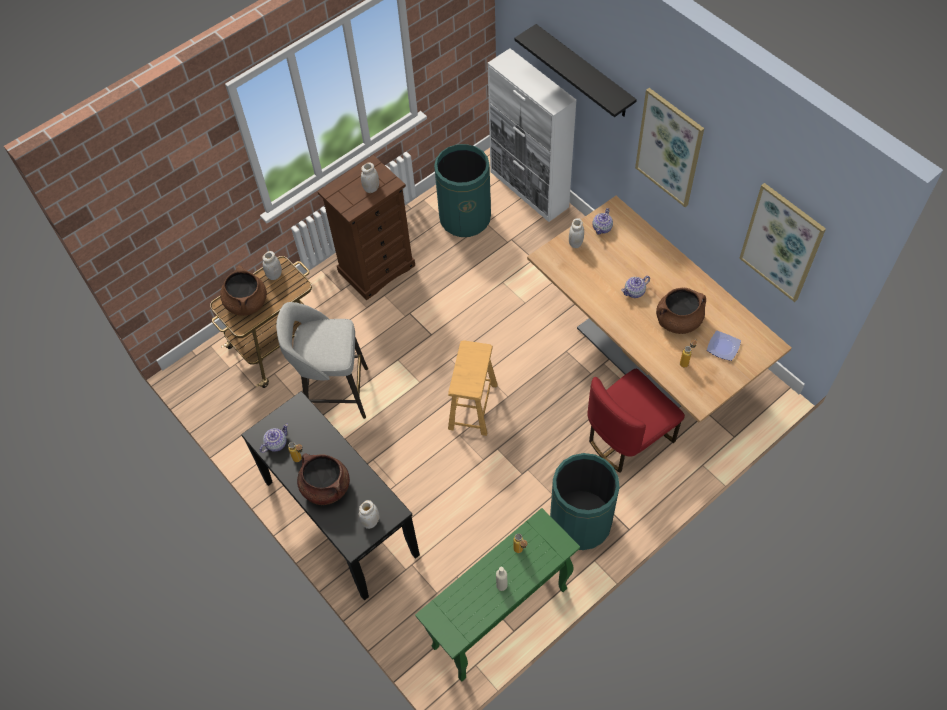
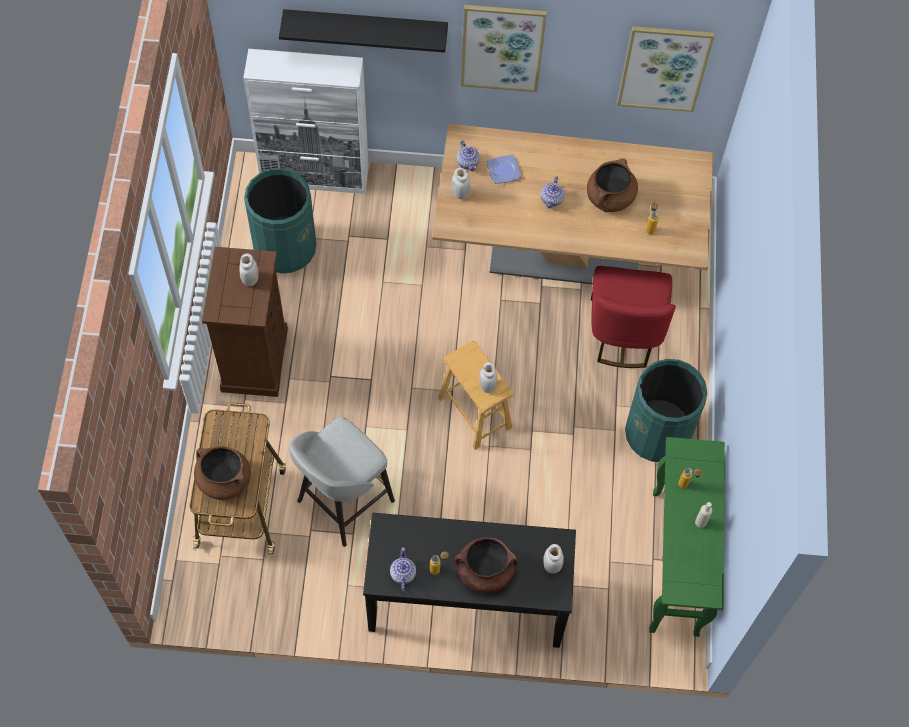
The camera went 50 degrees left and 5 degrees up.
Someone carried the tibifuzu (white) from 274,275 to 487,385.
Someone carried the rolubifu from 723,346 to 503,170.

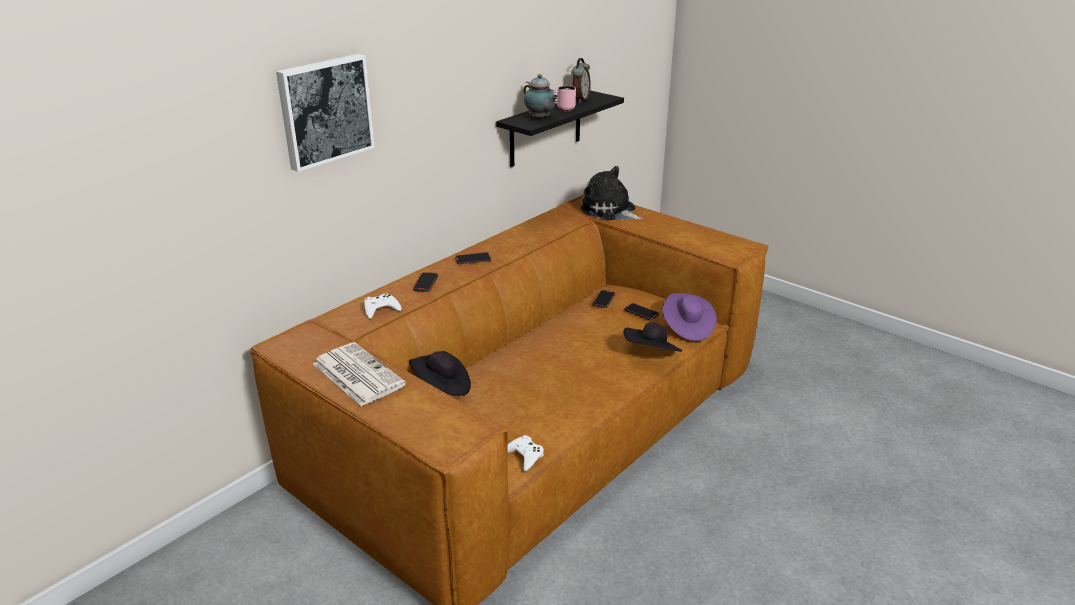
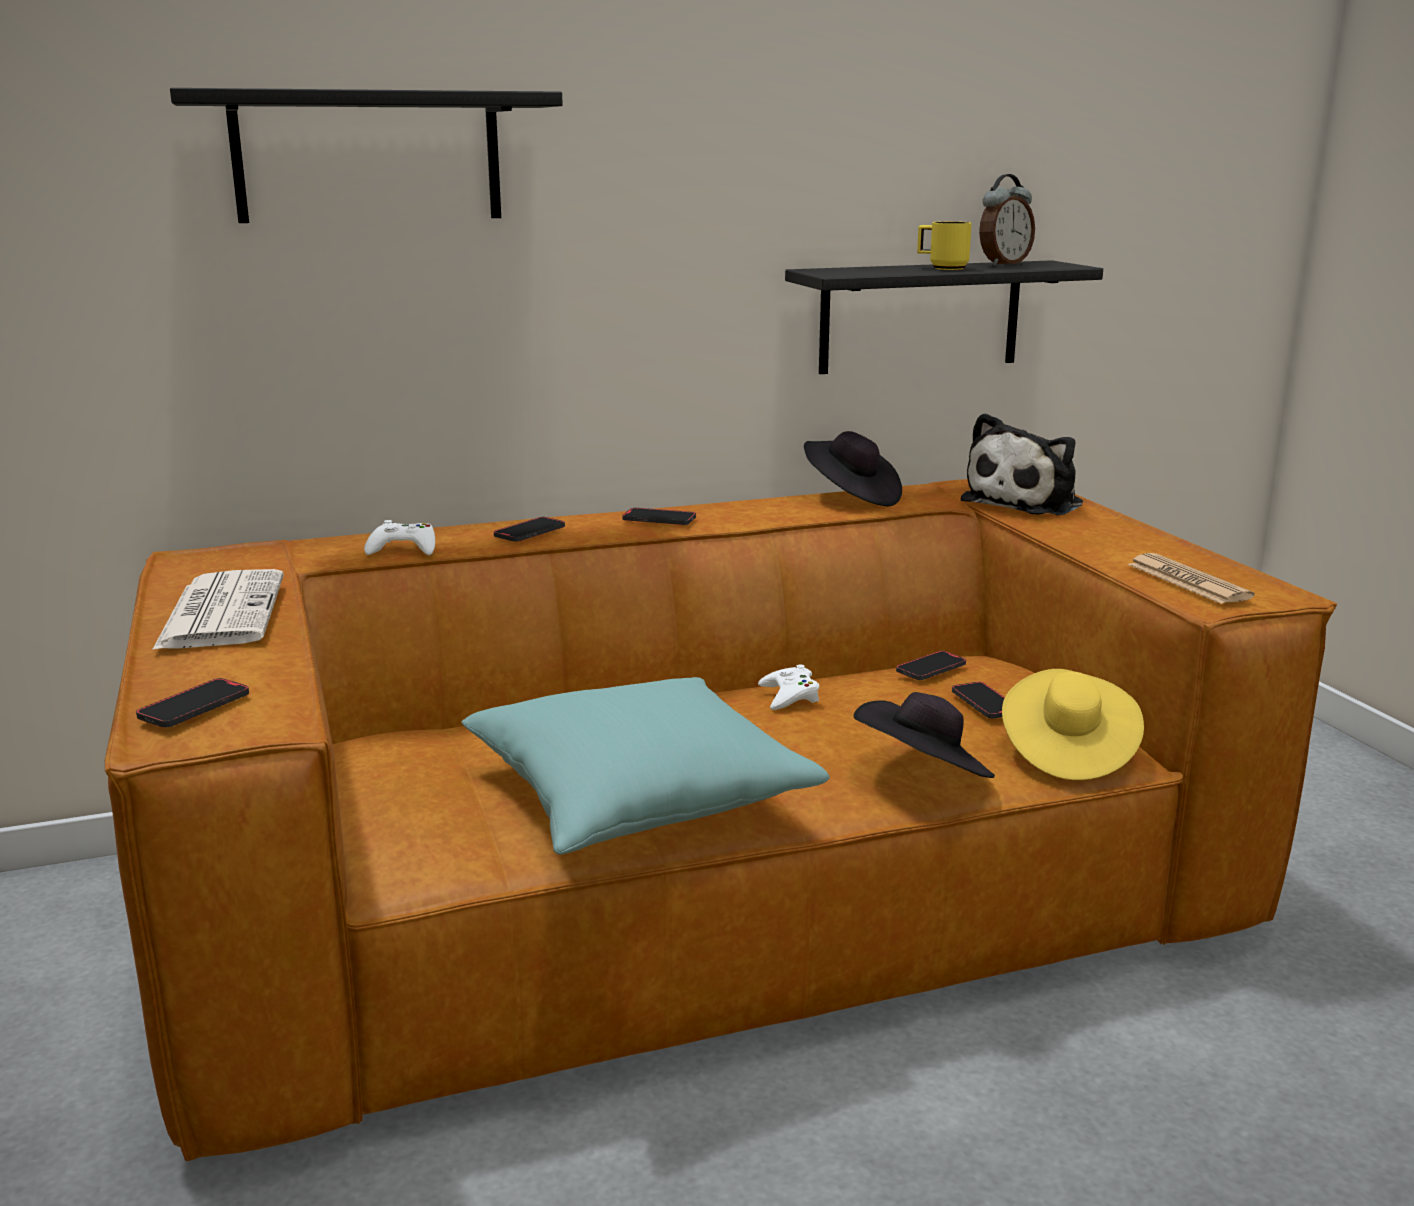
The camera went 30 degrees right and 10 degrees down.
Someone took away the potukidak at 540,119.
Someone put down the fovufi at 194,707.
Someone put down the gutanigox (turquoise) at 638,797.
Someone put down the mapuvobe at 1188,581.
Someone carried the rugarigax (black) from 442,386 to 851,497.
Someone carried the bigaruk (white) from 524,456 to 789,696.
Someone swapped the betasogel at 324,110 for the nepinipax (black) at 368,157.
Someone repainted the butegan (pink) at 563,109, which became the butegan (yellow) at 942,268.
Someone repainted the rugarigax (purple) at 687,328, which became the rugarigax (yellow) at 1066,752.
Someone rotated the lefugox at 610,211 by 120 degrees counterclockwise.

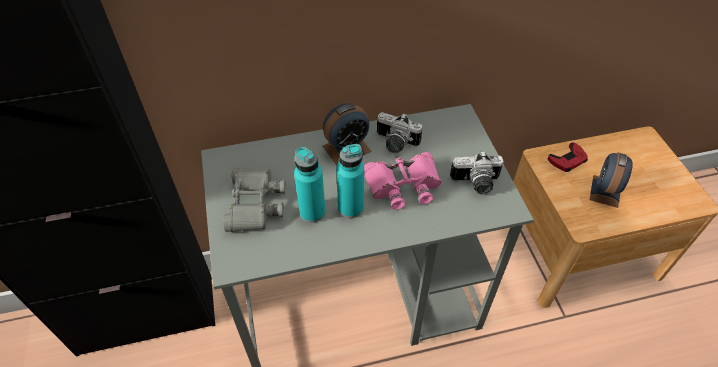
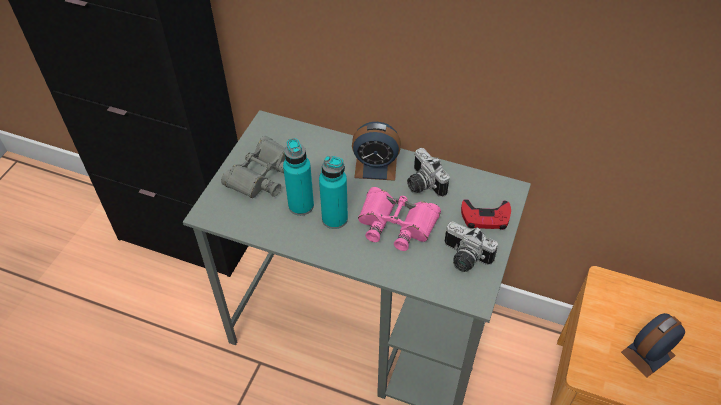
The camera went 35 degrees right and 0 degrees up.
Someone carried the bigaruk (red) from 567,160 to 485,217.

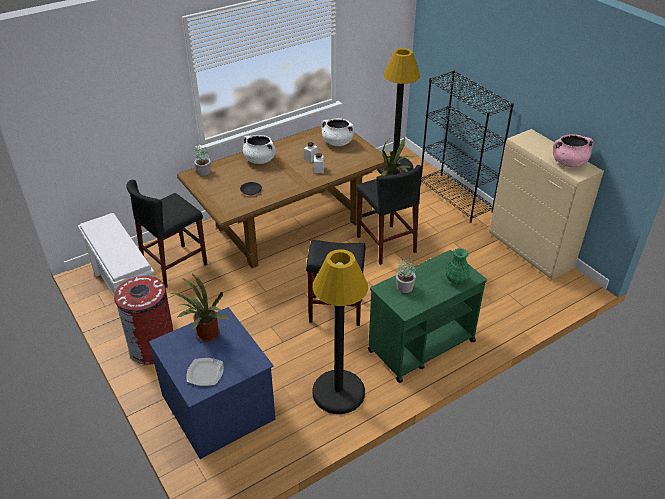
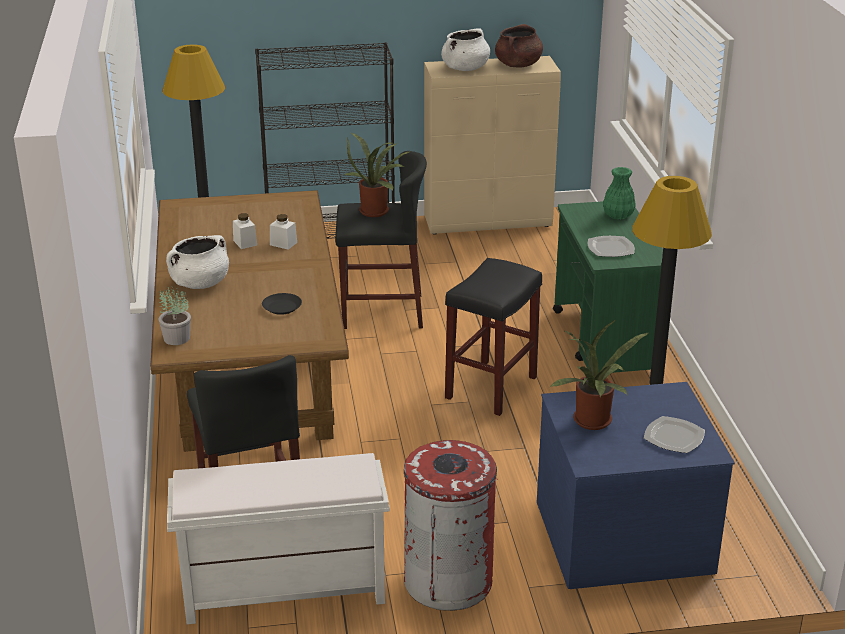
The camera went 65 degrees left and 10 degrees down.
Someone carried the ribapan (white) from 337,142 to 465,68.
Someone swapped the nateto at 404,287 for the rolubifu at 610,248.
Someone repainted the ribapan (pink) at 568,163, which became the ribapan (brown) at 518,65.

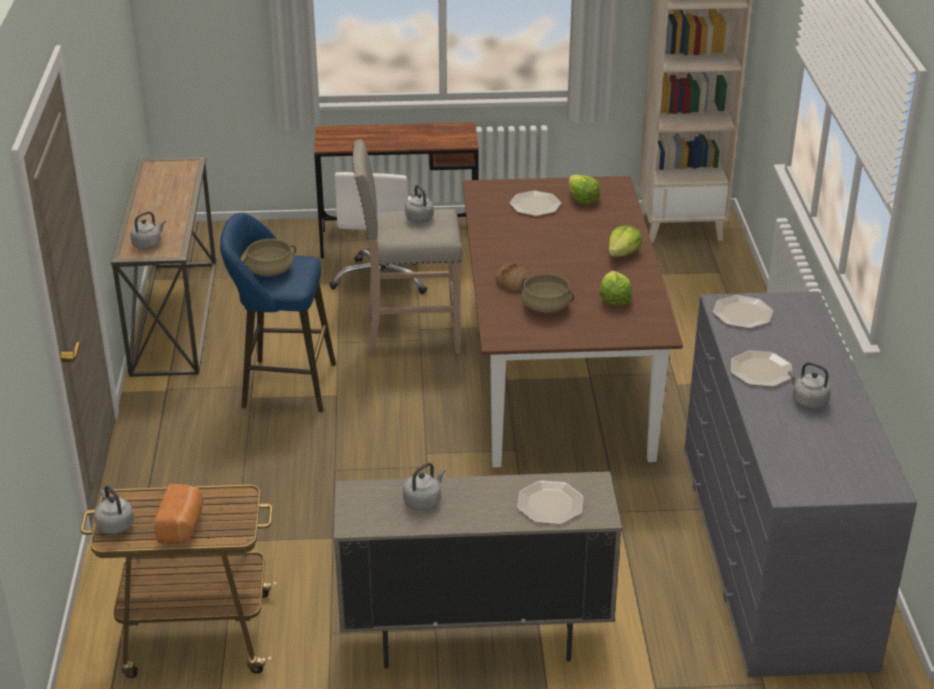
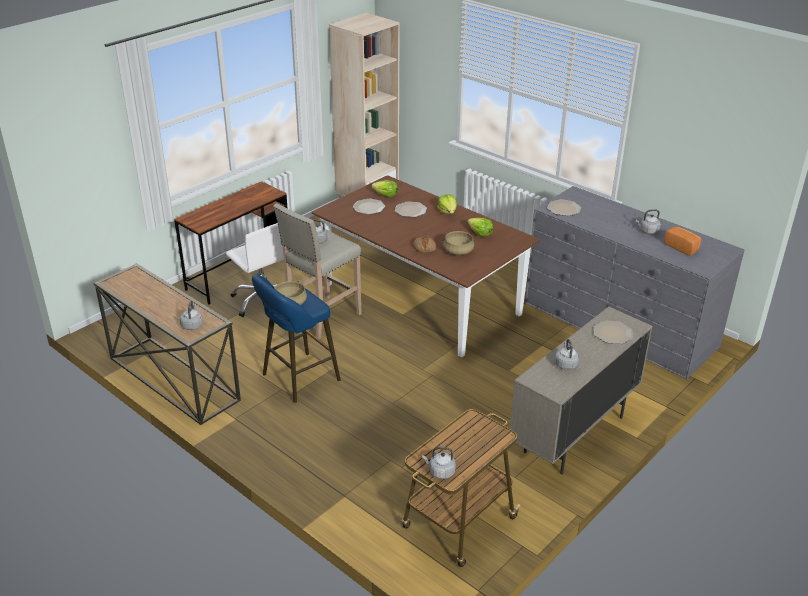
The camera went 45 degrees left and 0 degrees up.
Someone carried the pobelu from 182,526 to 682,247.
Someone carried the rolubifu from 761,370 to 410,210.

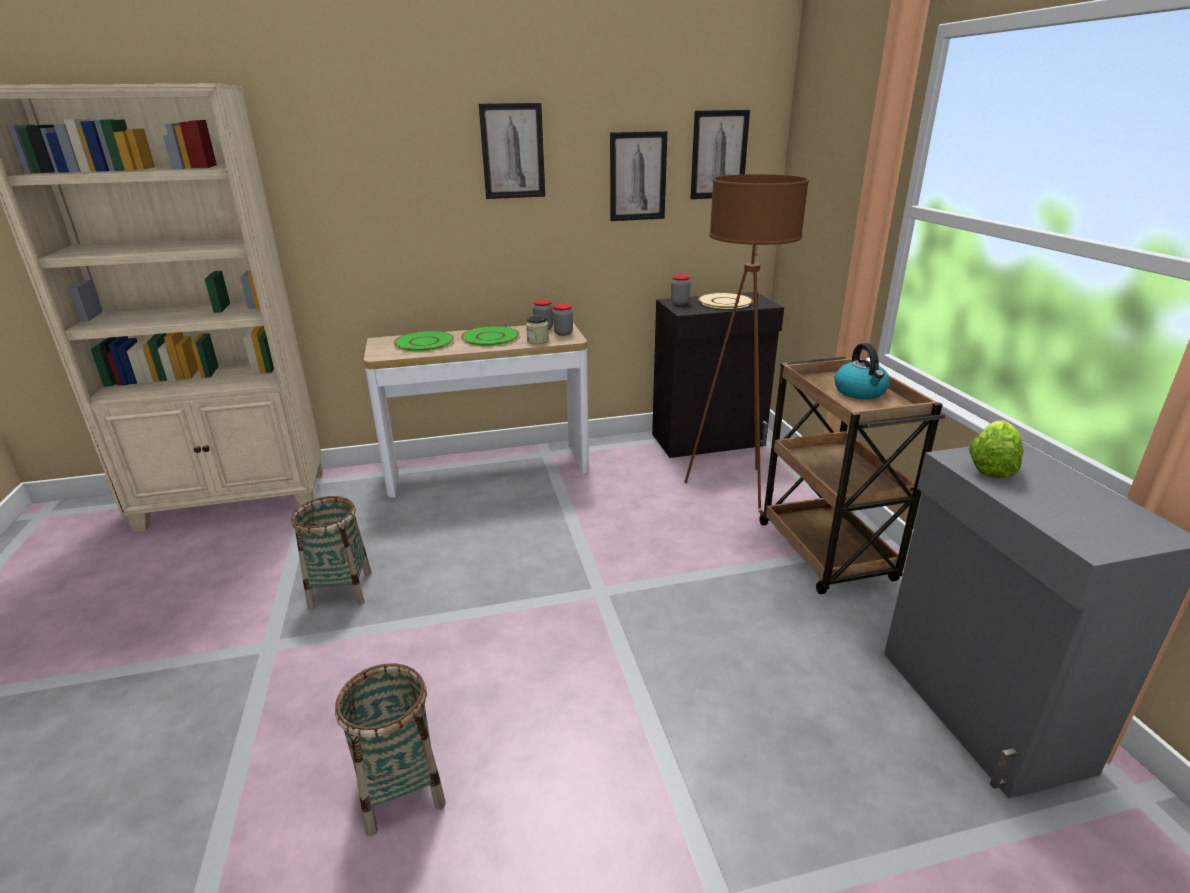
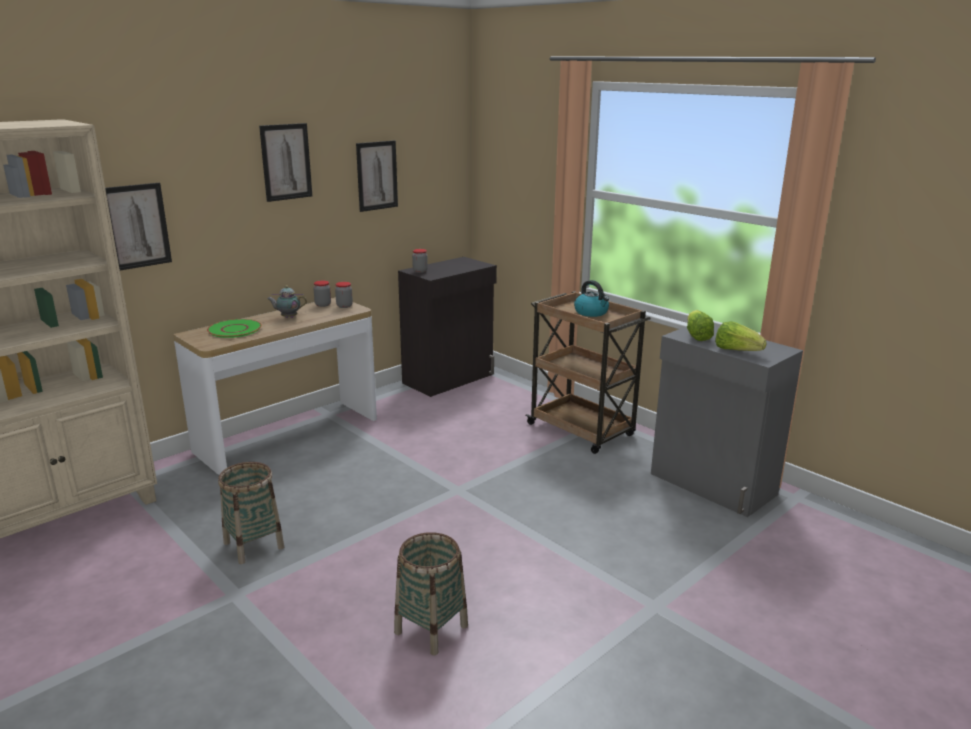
The camera went 30 degrees left and 5 degrees down.
Someone took away the tibifuzu at 538,340.
Someone took away the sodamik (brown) at 732,485.
Someone took away the rolubifu (beige) at 724,302.
Someone put down the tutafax at 736,351.
Someone carried the betasogel from 719,155 to 136,226.
Someone swapped the rolubifu (green) at 491,337 for the potukidak at 288,317.

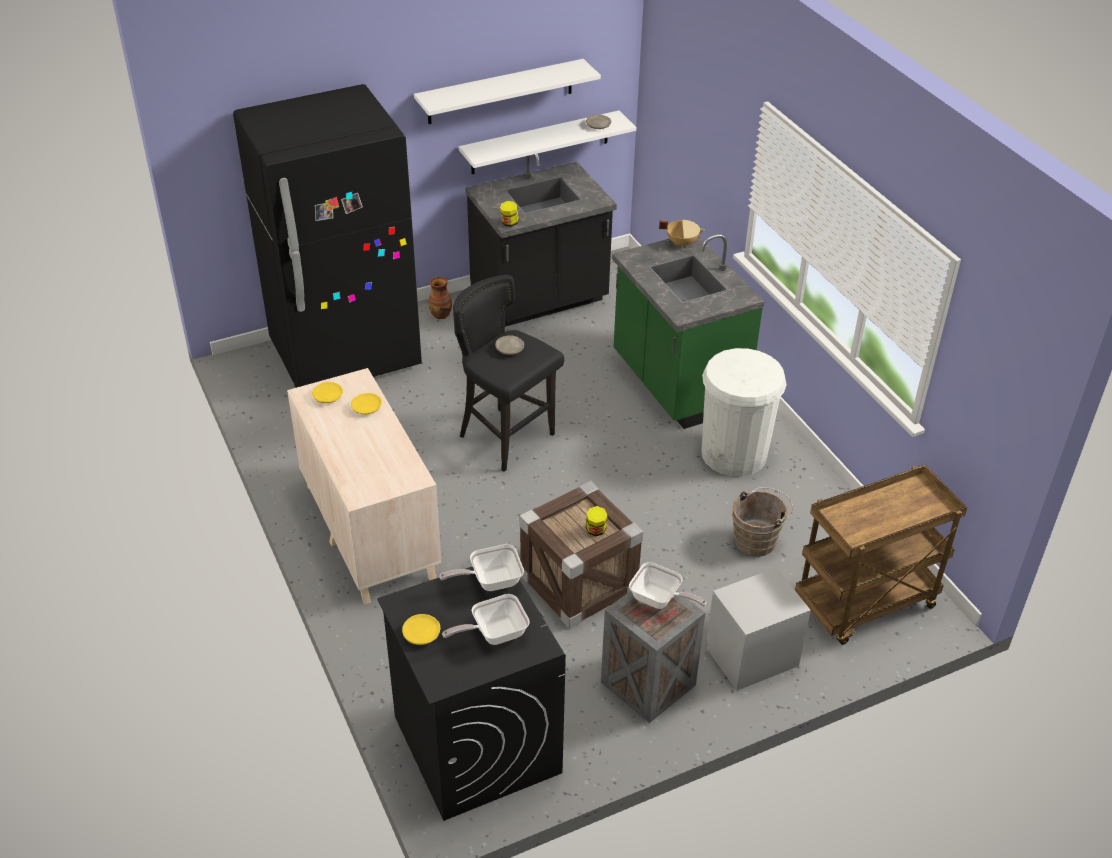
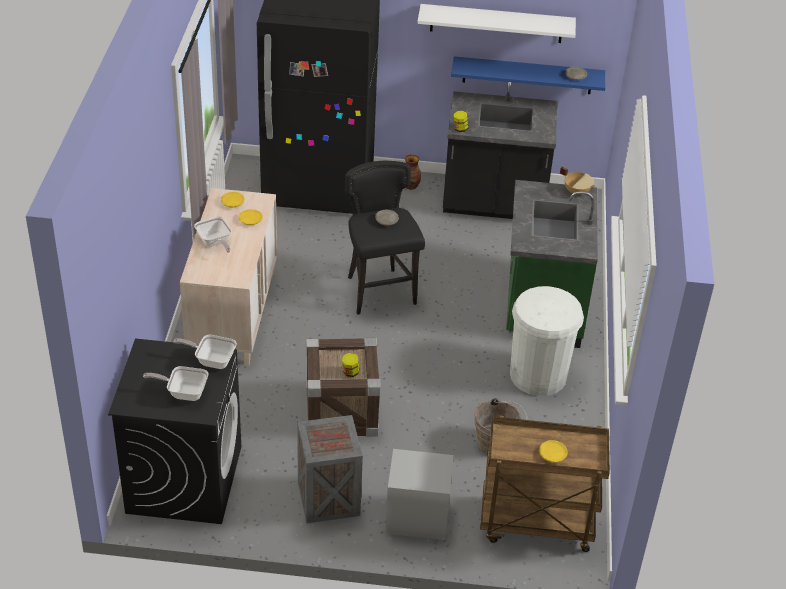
The camera went 30 degrees right and 0 degrees up.
Someone carried the rolubifu (yellow) from 421,634 to 552,455.
Someone carried the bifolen from 659,600 to 215,243.
Someone repainted the nepinipax (white) at 540,143, which became the nepinipax (blue) at 527,75.

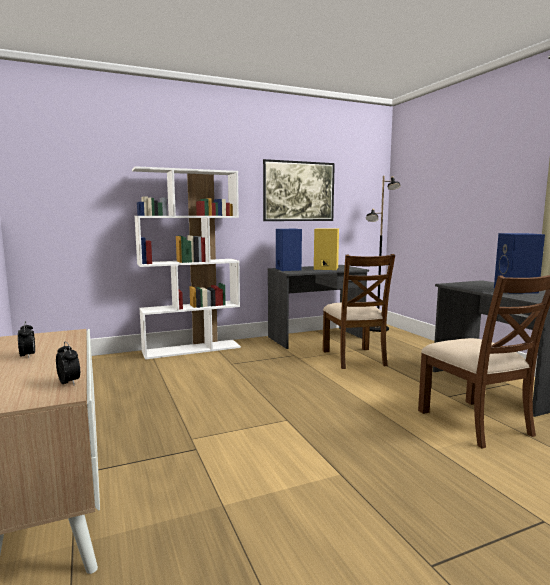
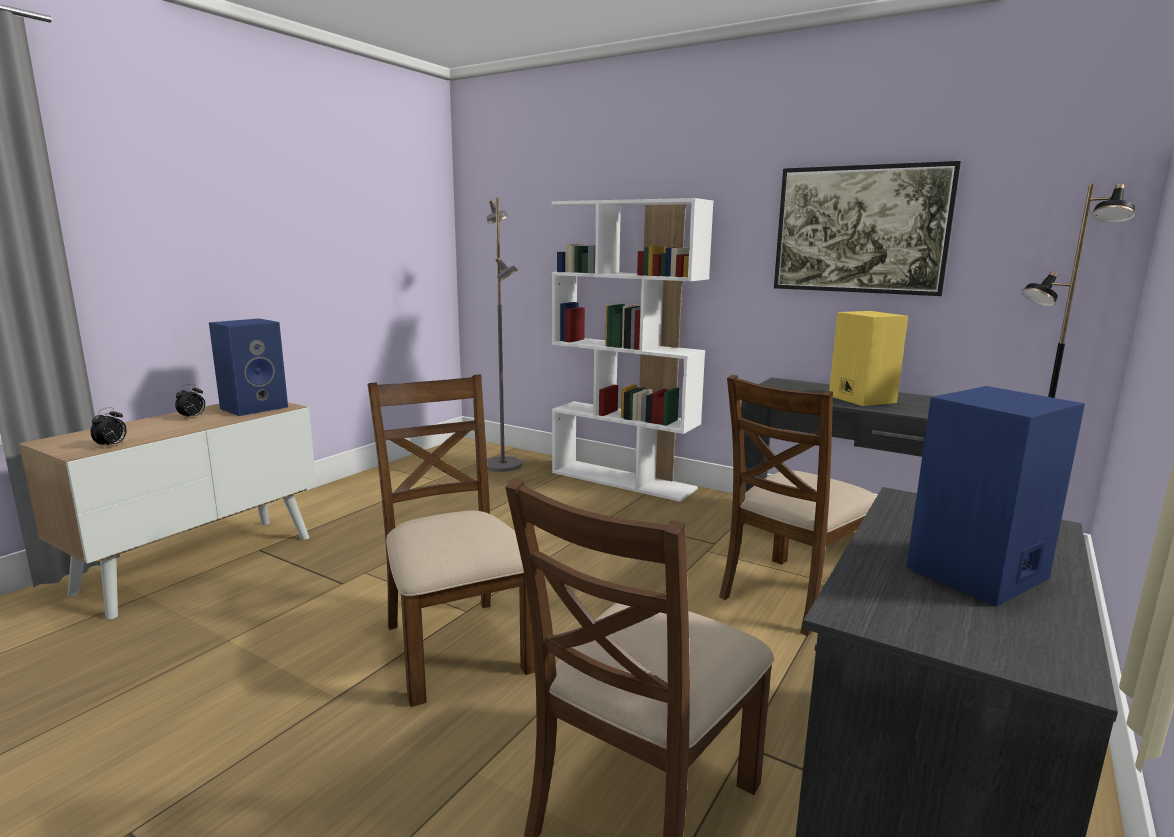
The camera went 55 degrees right and 5 degrees up.
Someone put down the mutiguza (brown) at 456,646.
Someone put down the sodamik (grey) at 503,465.
Someone carried the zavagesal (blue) from 287,269 to 255,407.

